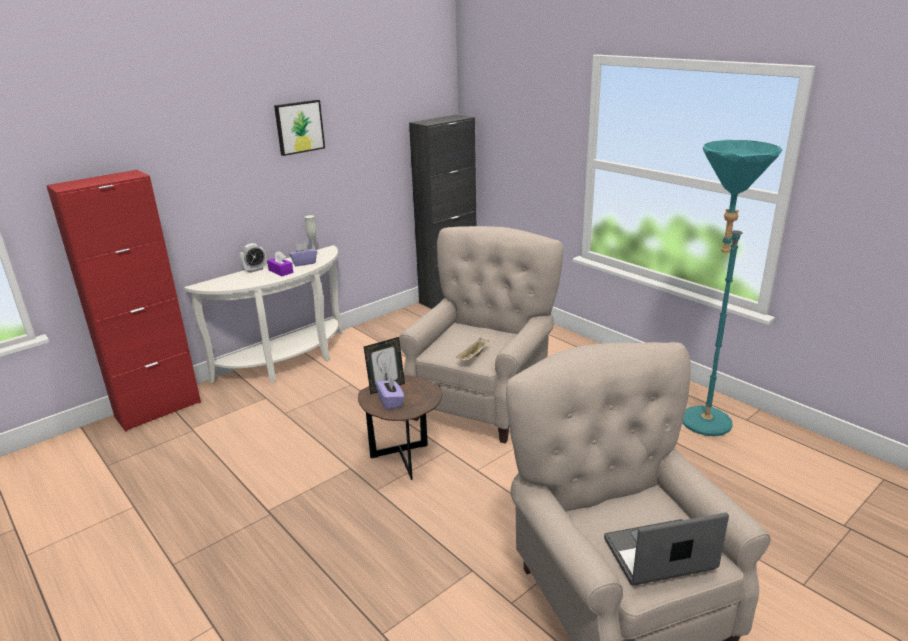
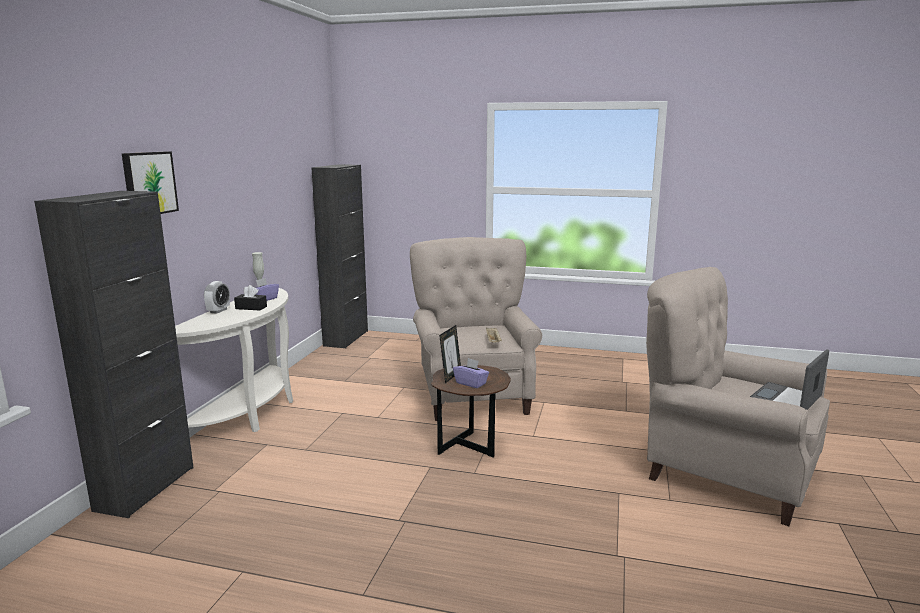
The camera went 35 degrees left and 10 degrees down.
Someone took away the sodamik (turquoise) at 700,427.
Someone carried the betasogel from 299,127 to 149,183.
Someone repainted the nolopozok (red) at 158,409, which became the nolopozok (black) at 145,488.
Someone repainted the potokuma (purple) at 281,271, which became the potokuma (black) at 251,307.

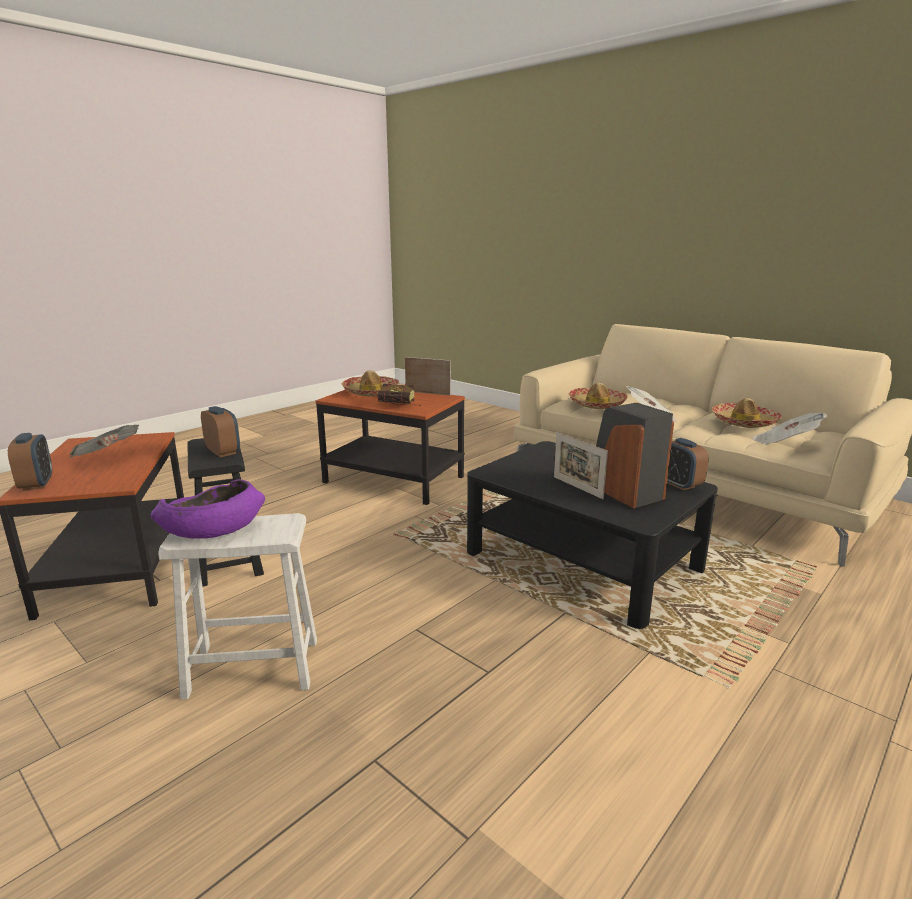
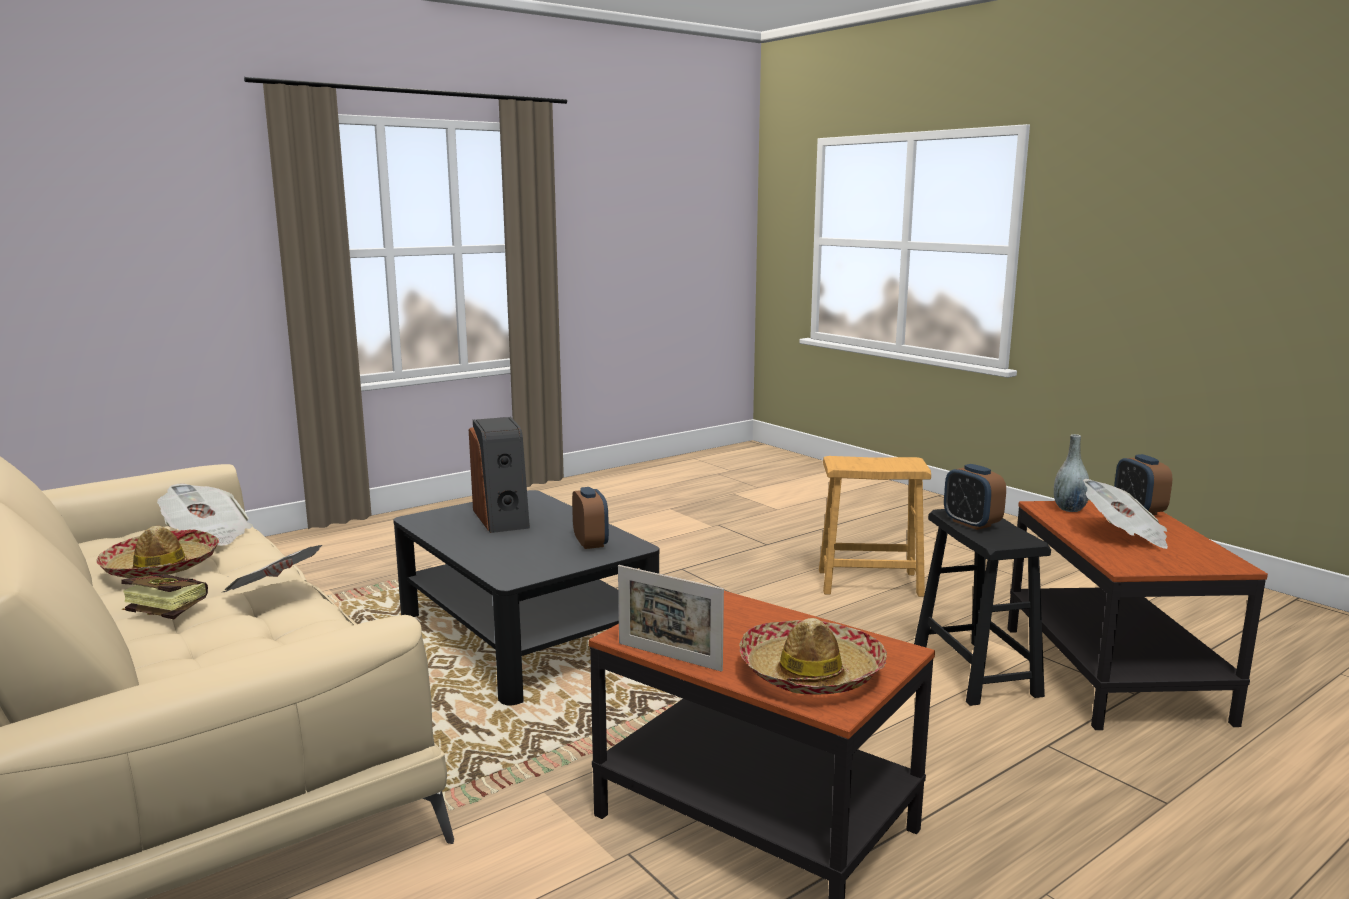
The camera went 170 degrees left and 5 degrees down.
Someone took away the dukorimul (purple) at 212,530.
Someone took away the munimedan at 577,487.
Someone took away the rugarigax at 597,404.
Someone put down the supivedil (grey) at 1069,509.
Someone carried the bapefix from 400,406 to 162,611.
Someone carried the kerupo from 679,484 to 590,543.
Someone repainted the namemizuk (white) at 253,668, which became the namemizuk (brown) at 869,583.

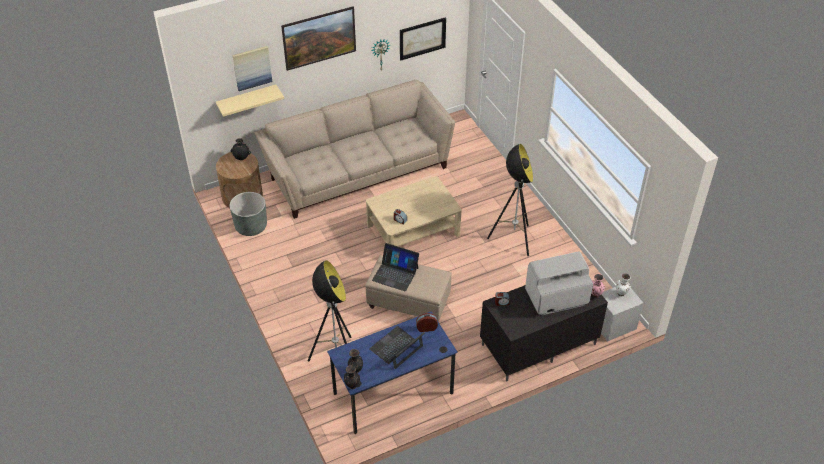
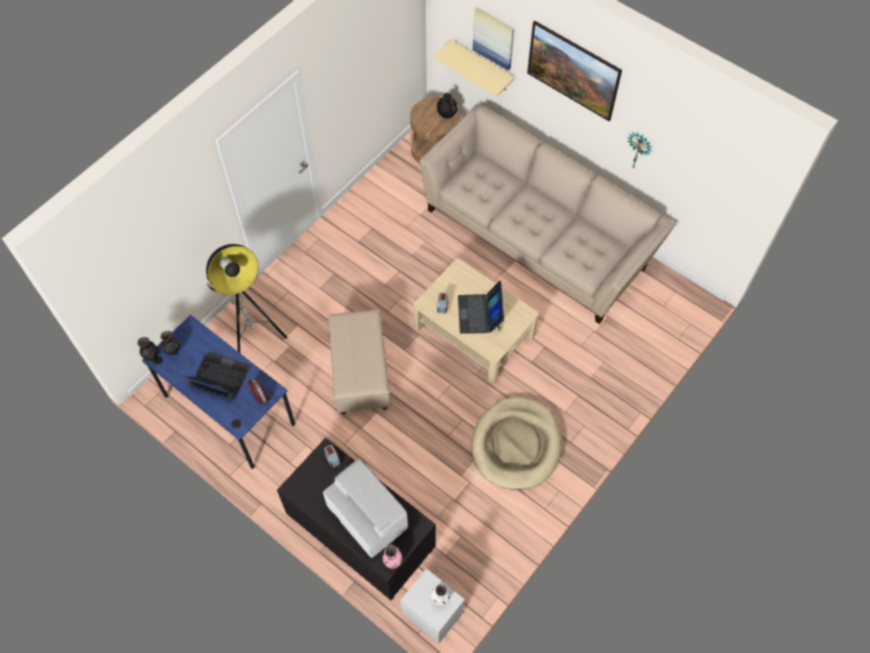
The camera went 65 degrees right and 15 degrees up.
Someone took away the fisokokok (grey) at 251,226.
Someone took away the betasogel at 422,38.
Someone carried the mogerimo from 395,274 to 480,313.
Someone swapped the sodamik at 512,239 for the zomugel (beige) at 516,445.

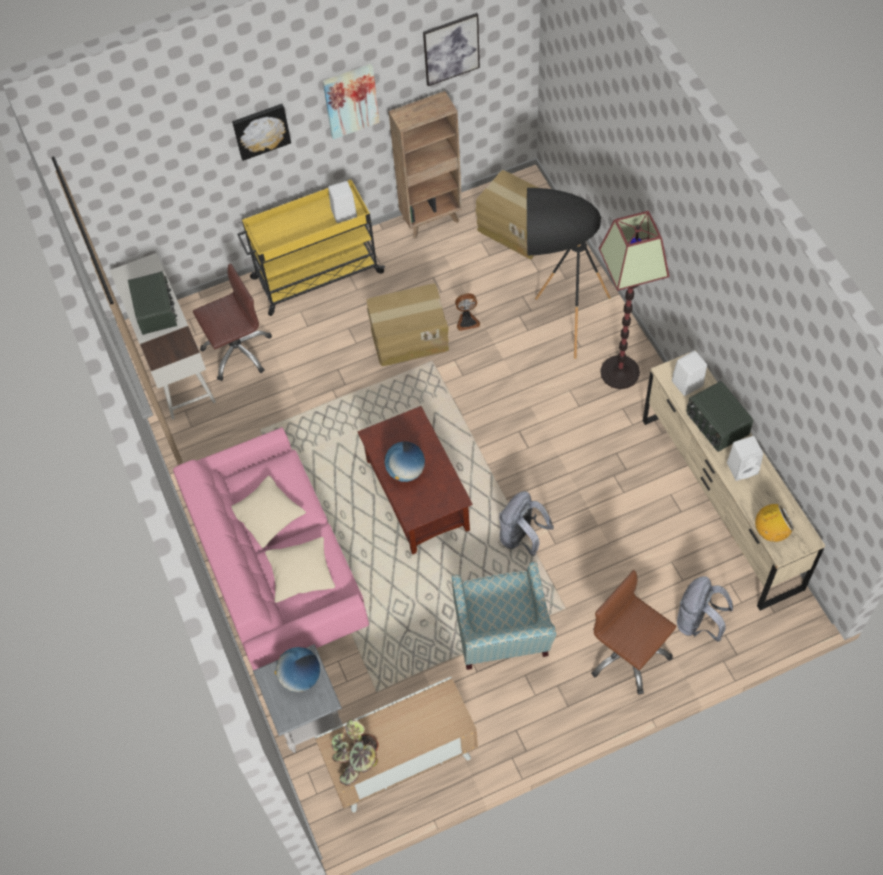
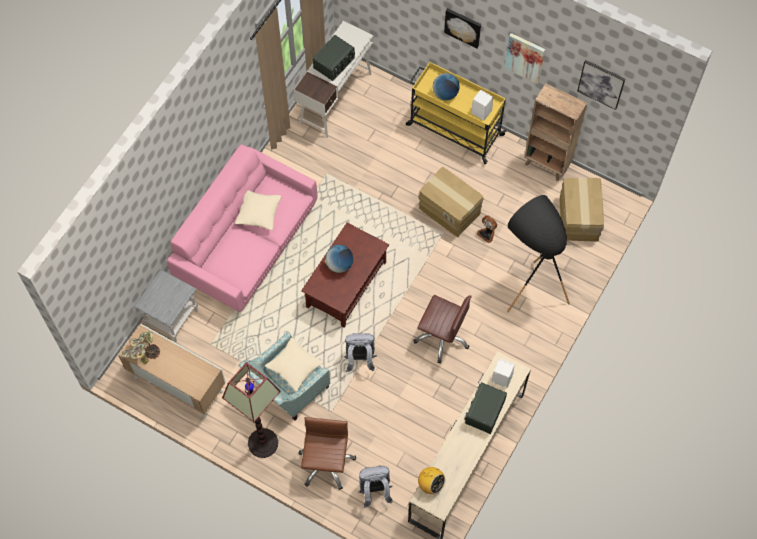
The camera went 50 degrees right and 5 degrees up.
Someone took away the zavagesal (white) at 743,468.
Someone carried the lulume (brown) from 237,351 to 442,336.
Someone carried the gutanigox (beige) from 301,574 to 294,367.
Someone carried the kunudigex from 300,677 to 445,94.
Someone carried the sodamik from 620,372 to 263,443.

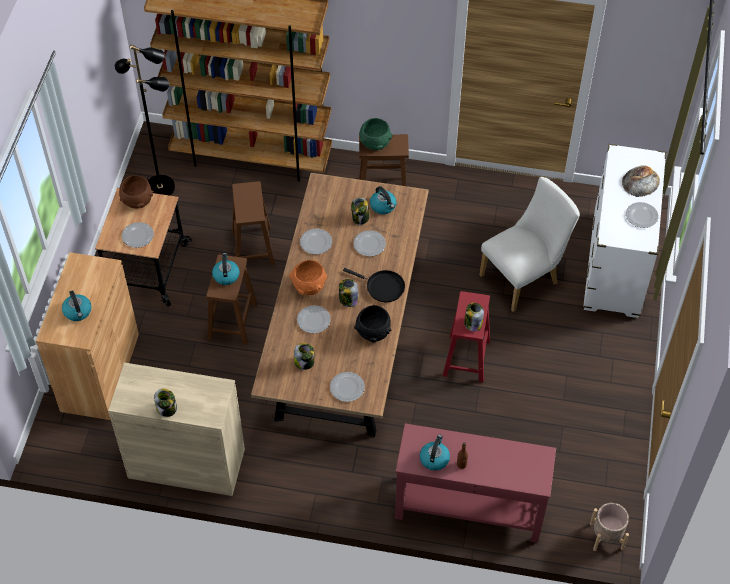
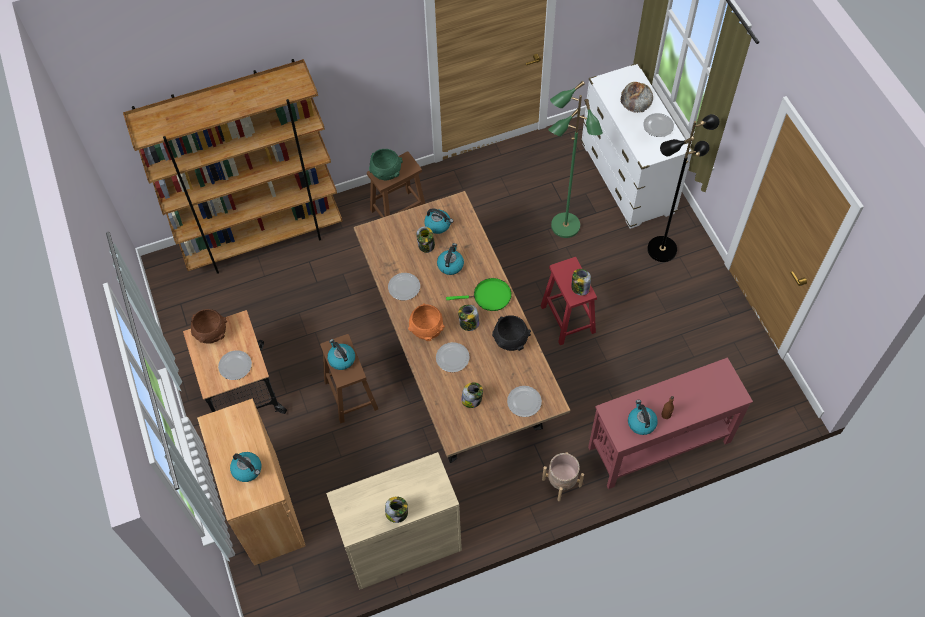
The camera went 30 degrees left and 5 degrees up.
Someone took away the namemizuk (brown) at 253,247.
Someone carried the sodamik (black) from 160,187 to 661,248.
Someone carried the fisokokok (beige) from 606,536 to 561,482.
Someone swapped the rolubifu at 369,244 for the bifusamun at 450,265.
Someone swapped the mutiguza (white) at 524,277 for the sodamik (green) at 565,226.
Someone repainted the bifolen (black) at 382,287, which became the bifolen (green) at 489,296.

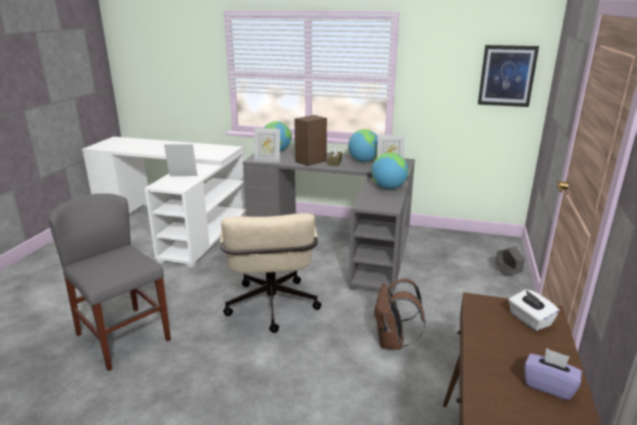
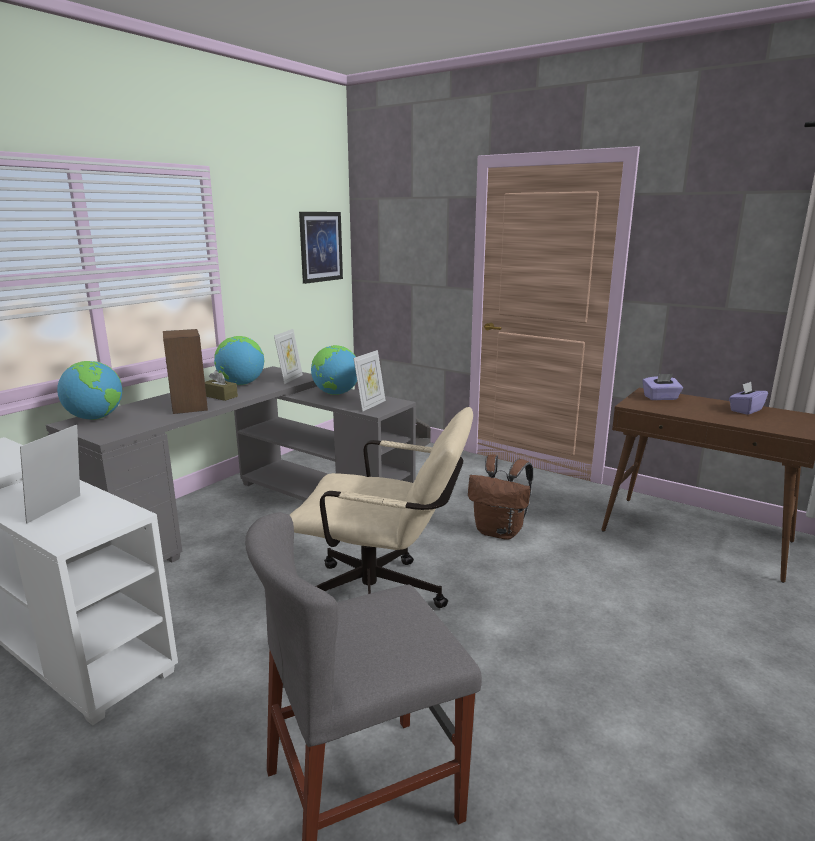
The camera went 70 degrees left and 5 degrees down.
Someone carried the munimedan from 267,160 to 370,405.
Someone repainted the potokuma (white) at 529,320, which became the potokuma (purple) at 660,398.

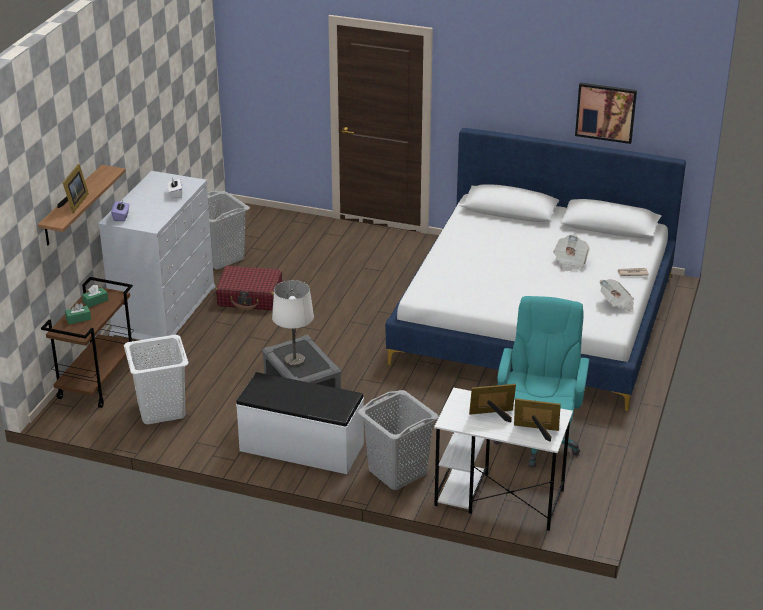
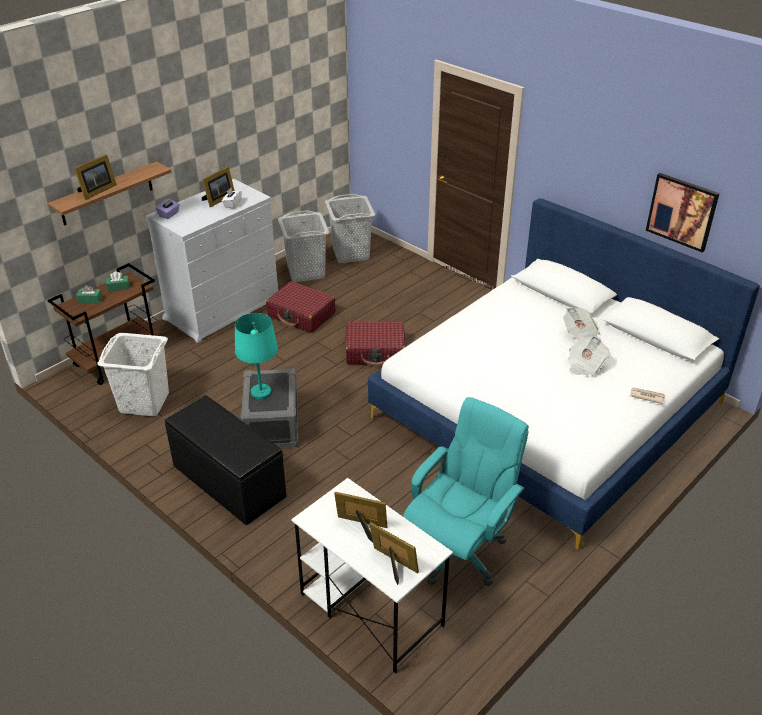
The camera went 25 degrees right and 5 degrees up.
Someone put down the munimedan at 218,200.
Someone put down the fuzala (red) at 375,351.
Someone carried the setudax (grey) from 397,471 to 351,254.
Someone carried the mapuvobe from 616,304 to 580,334.
Someone repainted the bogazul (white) at 301,448, which became the bogazul (black) at 228,481.
Someone repainted the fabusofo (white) at 294,361, which became the fabusofo (turquoise) at 260,392.

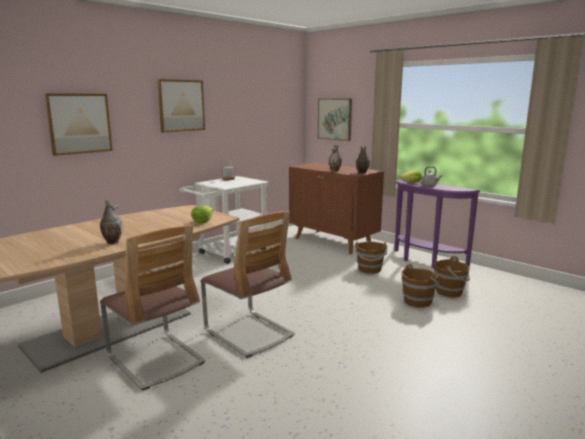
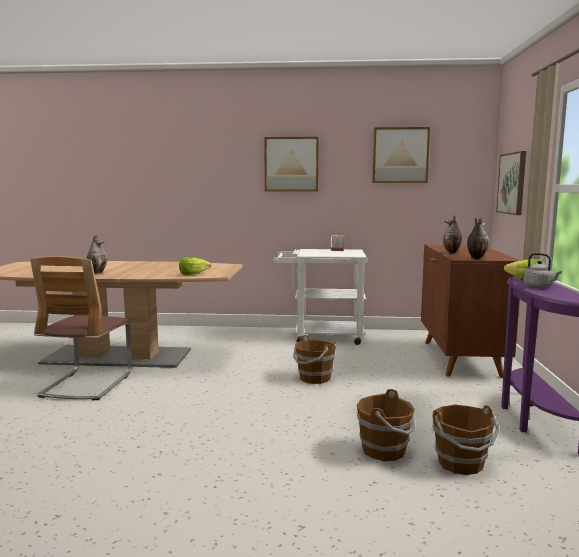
The camera went 50 degrees right and 5 degrees down.
Someone took away the mutiguza at 249,333.
Someone carried the betasogel from 79,123 to 400,155.
Someone carried the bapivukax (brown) from 369,269 to 314,378.

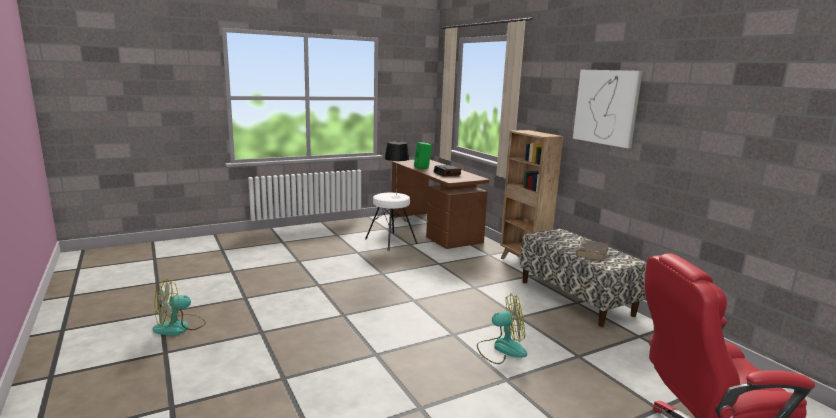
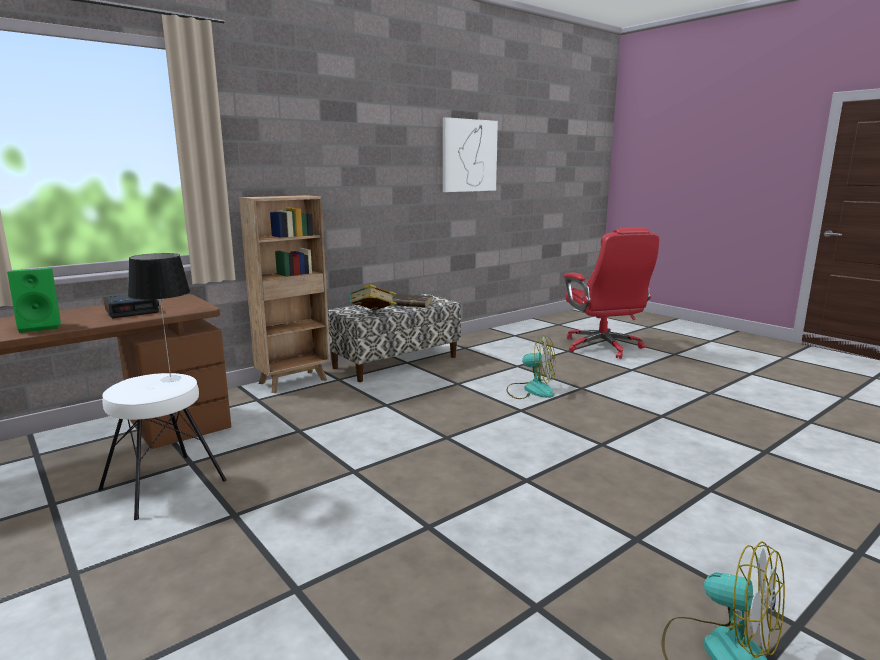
The camera went 100 degrees left and 0 degrees up.
Someone put down the bapefix at 372,314.
Someone carried the betasogel from 606,107 to 469,155.
Someone rotated the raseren at 501,349 by 120 degrees clockwise.

